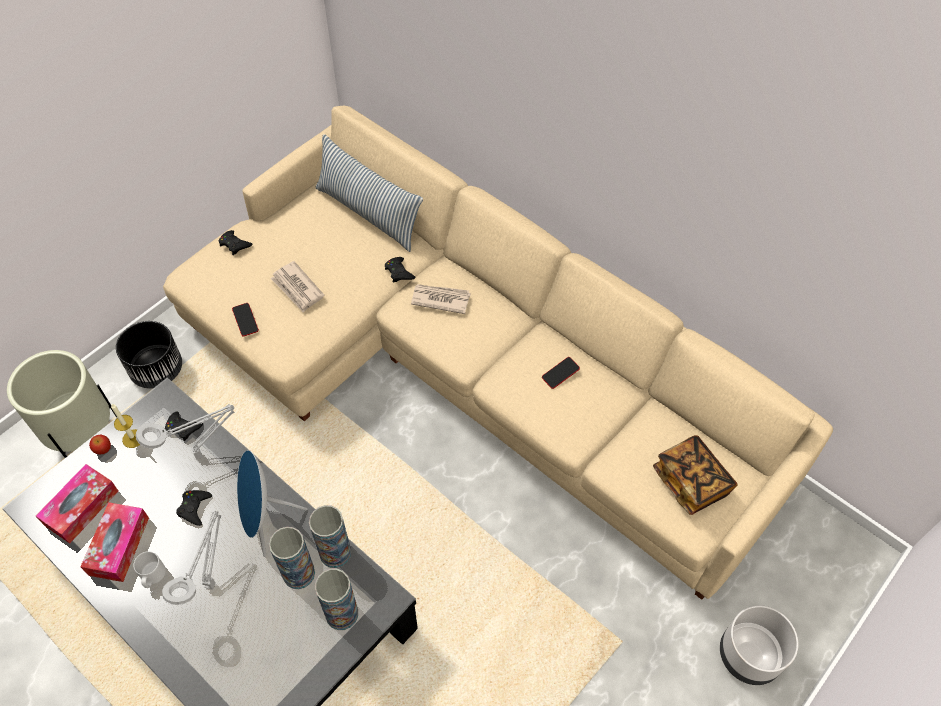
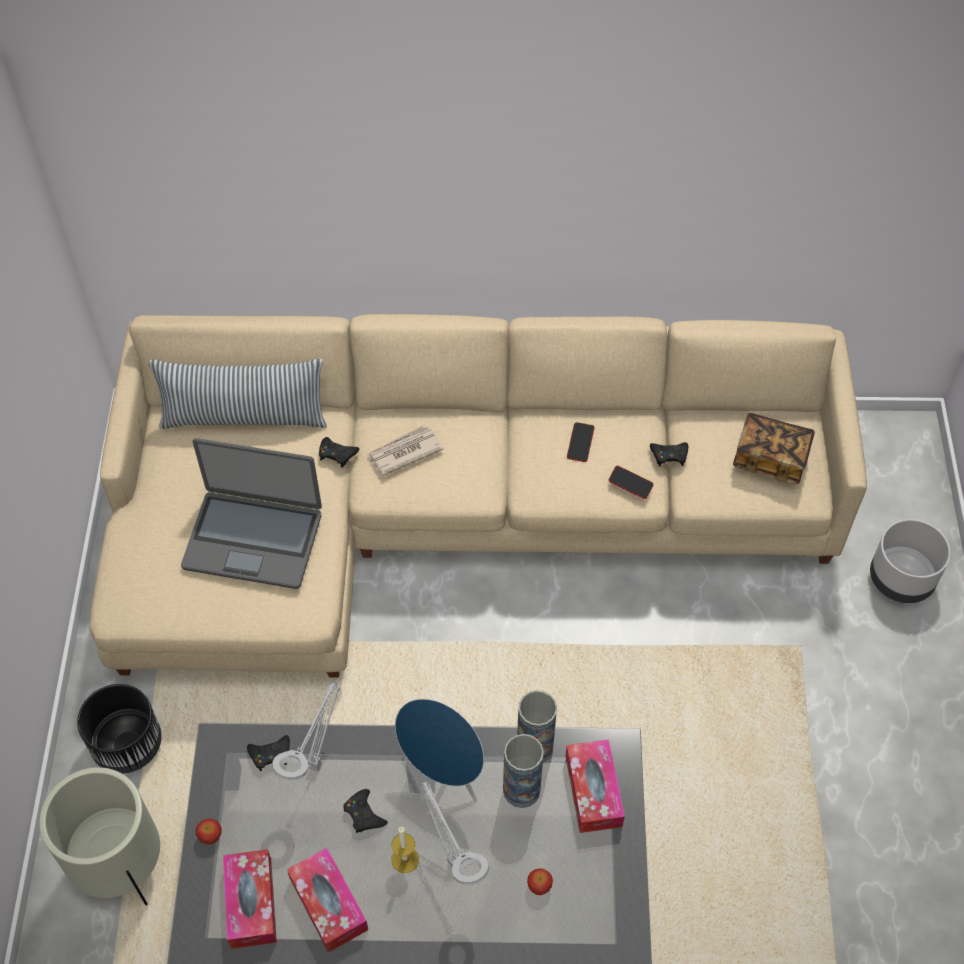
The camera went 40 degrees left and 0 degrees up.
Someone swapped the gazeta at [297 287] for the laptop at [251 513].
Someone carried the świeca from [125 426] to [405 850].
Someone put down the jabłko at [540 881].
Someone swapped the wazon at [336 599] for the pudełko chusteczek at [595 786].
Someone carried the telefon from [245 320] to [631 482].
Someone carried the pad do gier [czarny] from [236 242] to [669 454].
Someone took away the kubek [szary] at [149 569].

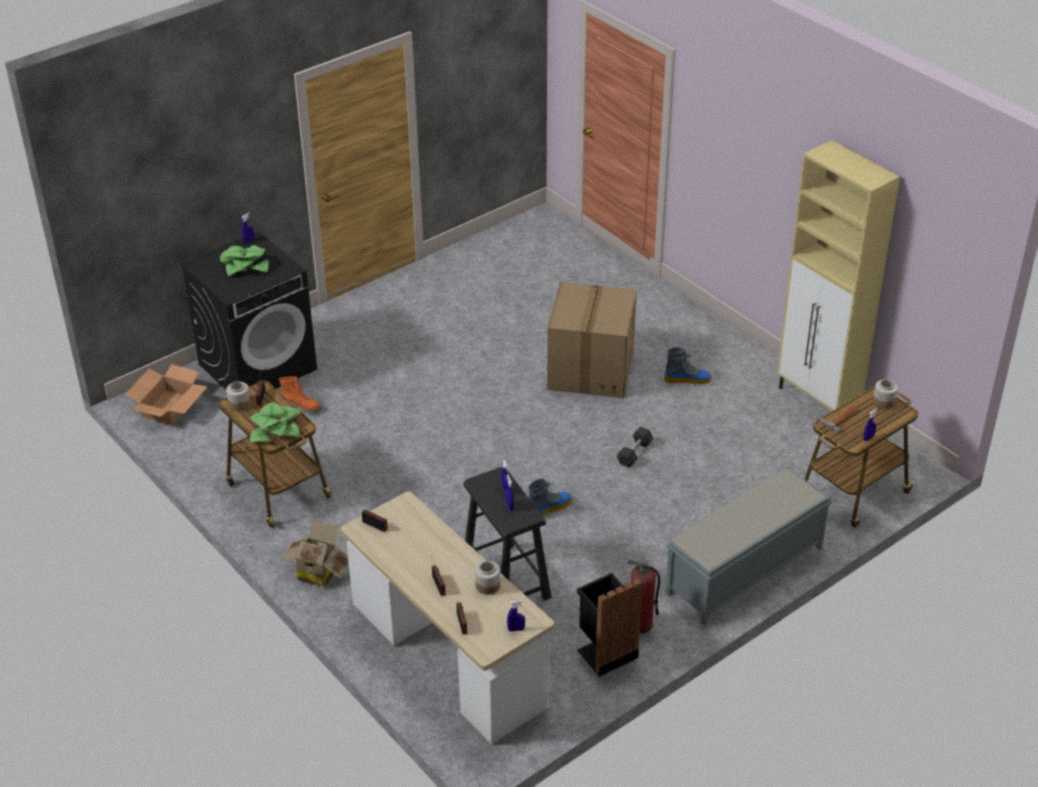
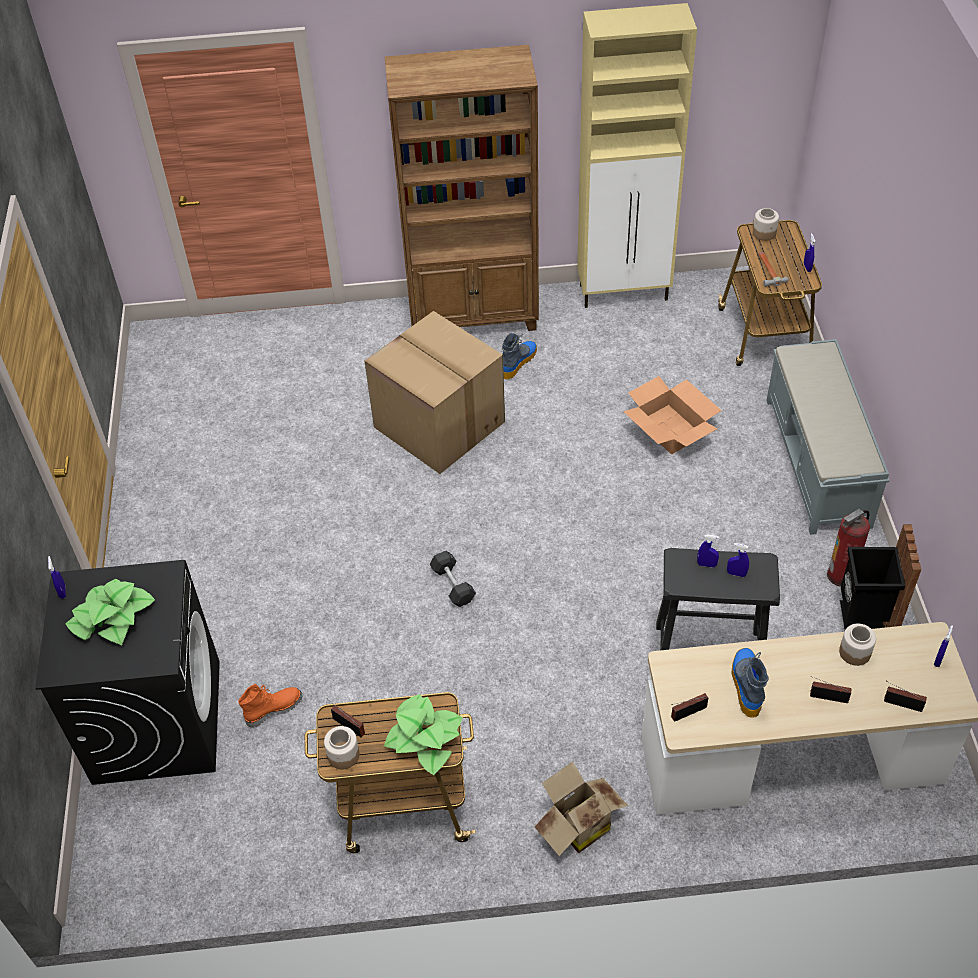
The camera went 55 degrees left and 10 degrees up.
Someone put down the regał [brązowy] at [462 188].
Someone carried the hantel [szary] from [634 447] to [453 579].
Someone carried the karton from [166 394] to [672 415].
Someone carried the but z cholewką from [550 497] to [750 683].

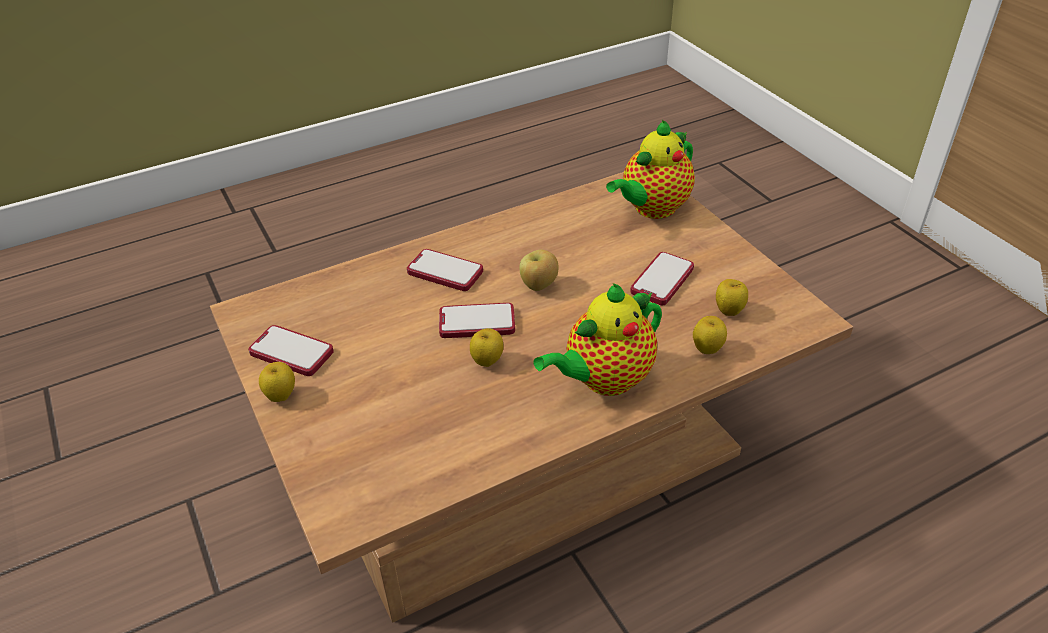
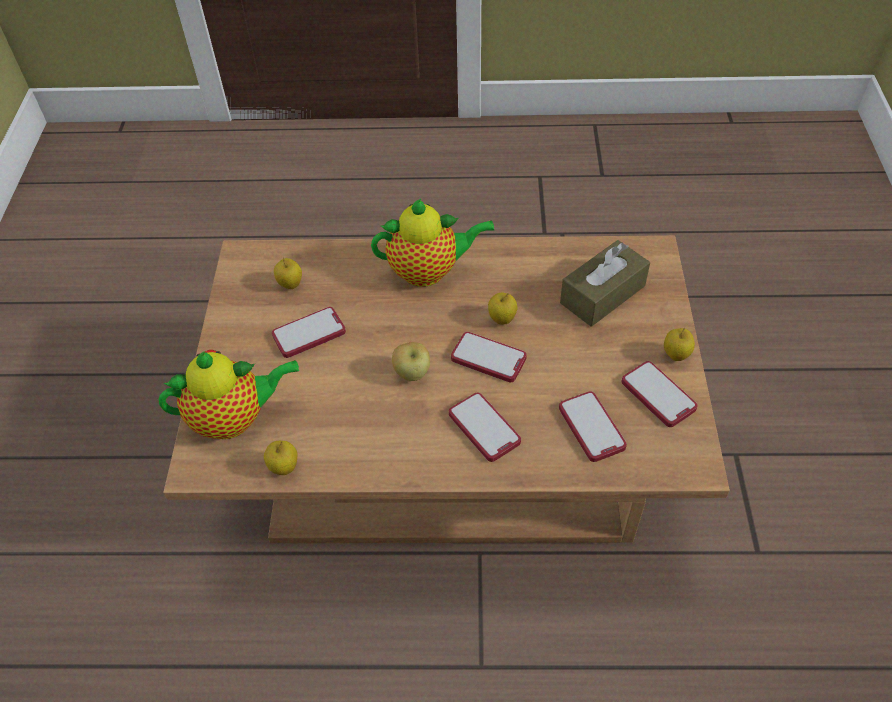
The camera went 150 degrees left and 10 degrees up.
Someone carried the jabłko from [710 335] to [280 458].
Someone put down the telefon at [593 426].
Someone put down the pudełko chusteczek [brązowy] at [605 283].

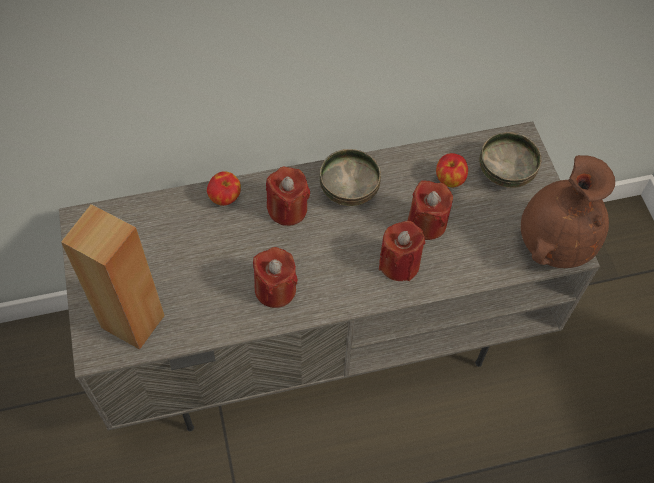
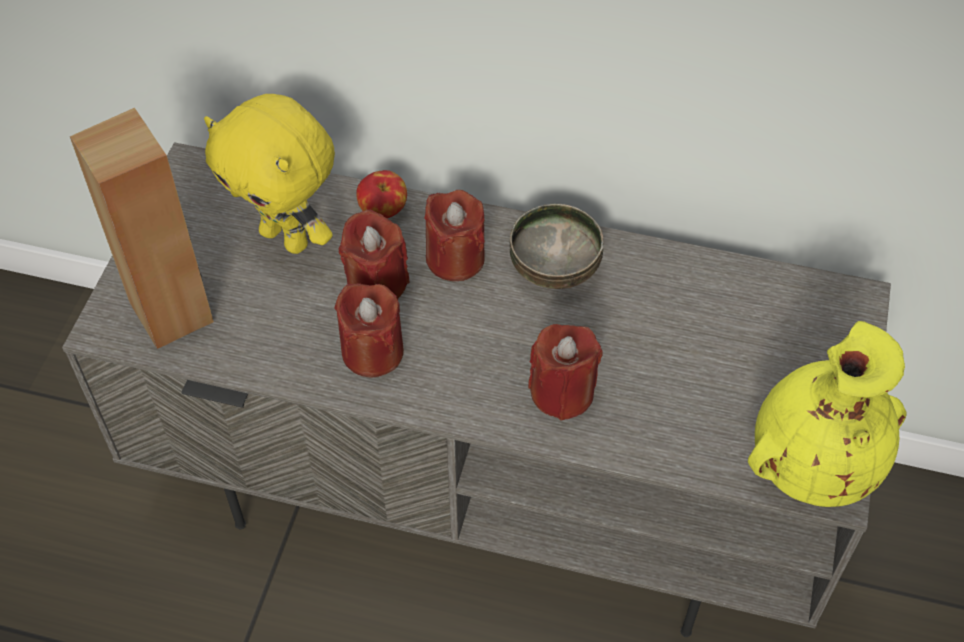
The camera went 30 degrees right and 5 degrees down.
Someone put down the pluszak [żółty] at [269 174].
Someone carried the świeca [czerwony] from [430 210] to [374 253].
Someone repainted the wazon [brązowy] at [568 211], which became the wazon [żółty] at [827 414].
Someone took away the jabłko at [452 170].
Someone took away the miska at [510 160].

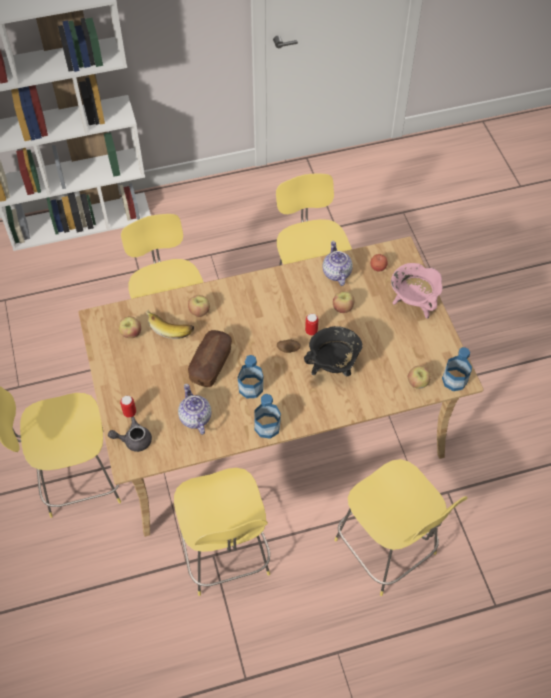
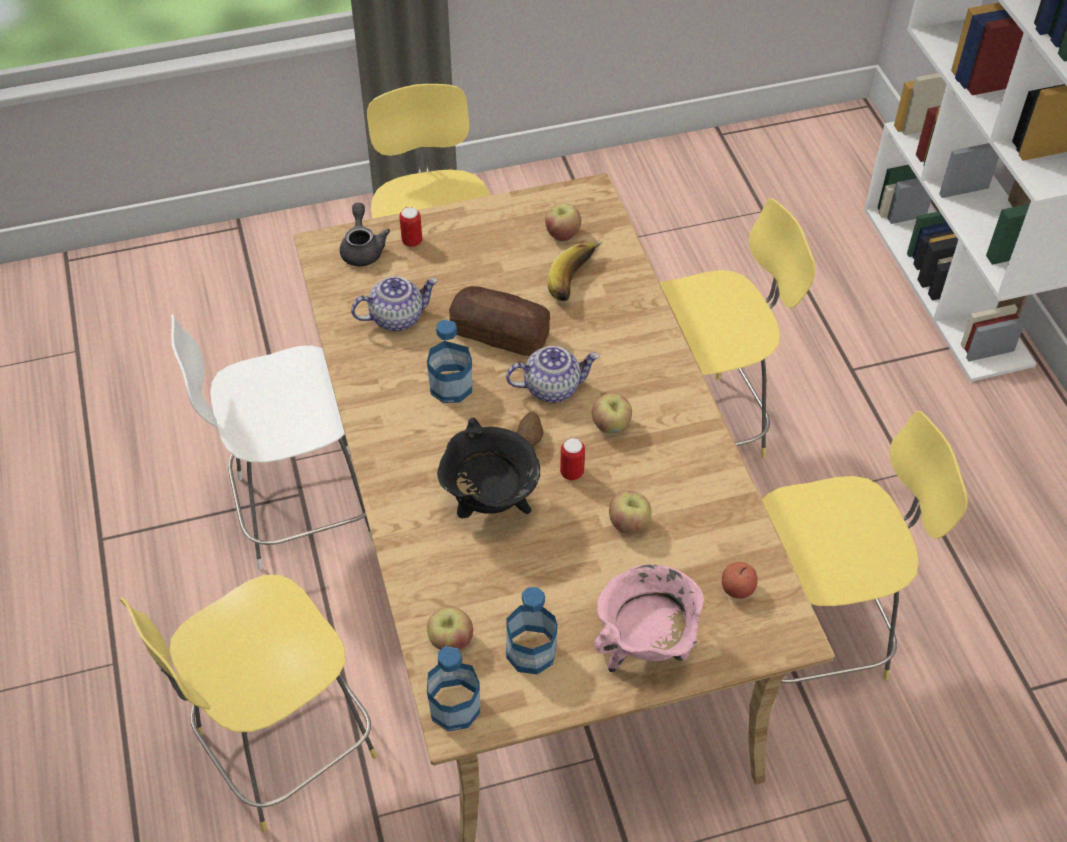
The camera went 90 degrees right and 5 degrees down.
Someone repainted the stołek [żółty] at [222 532], which became the stołek [biały] at [272 442].
Someone carried the imbryk from [338 263] to [552 374].
Someone carried the butelka from [268 416] to [532 631].
Someone carried the jabłko from [199 306] to [612 413].

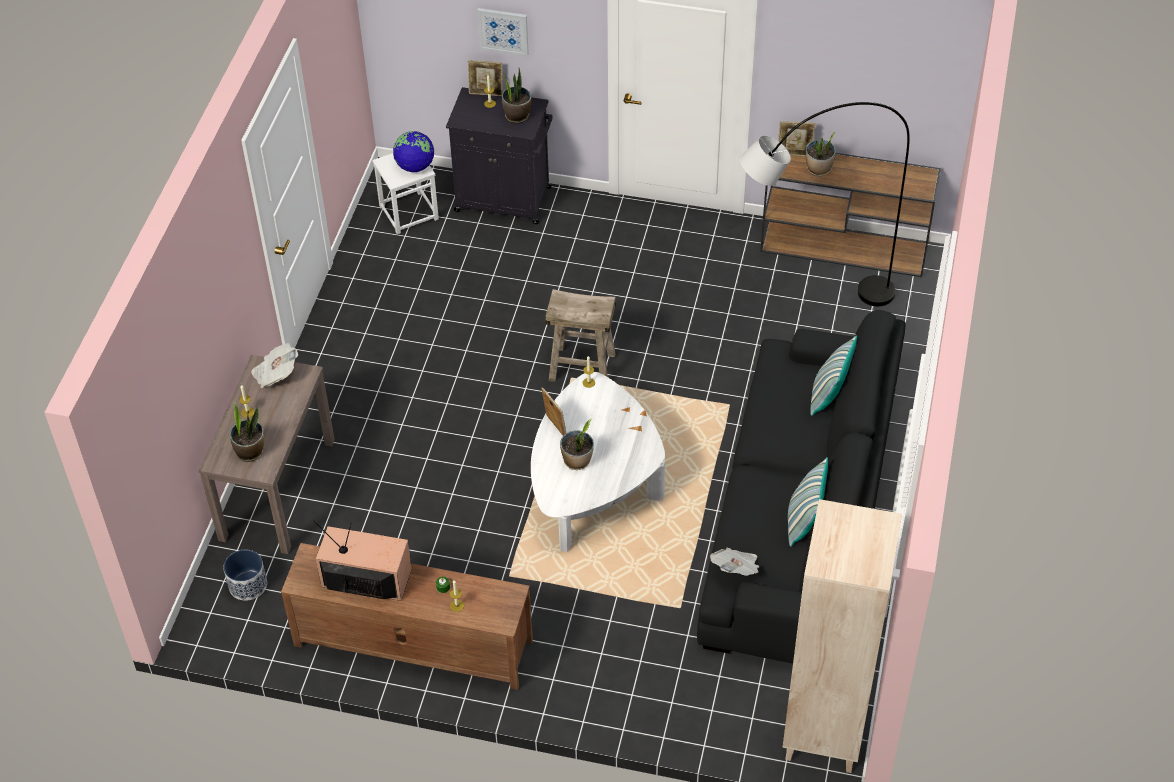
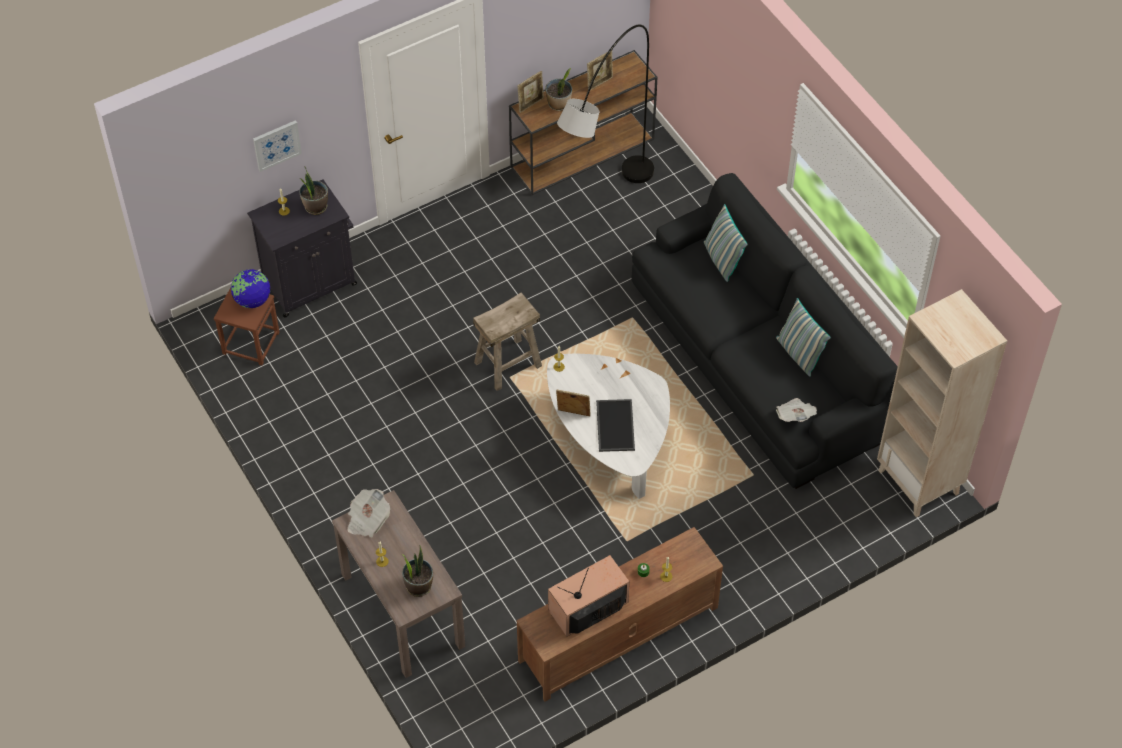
The camera went 45 degrees left and 5 degrees up.
Someone repainted the stołek [biały] at [405 193], which became the stołek [brązowy] at [247 326].
Someone carried the ramka na zdjęcie from [485 78] to [600 70].
Someone swapped the roślina doniczkowa at [577 444] for the taca at [615 425].
Someone took away the donica at [245 575].

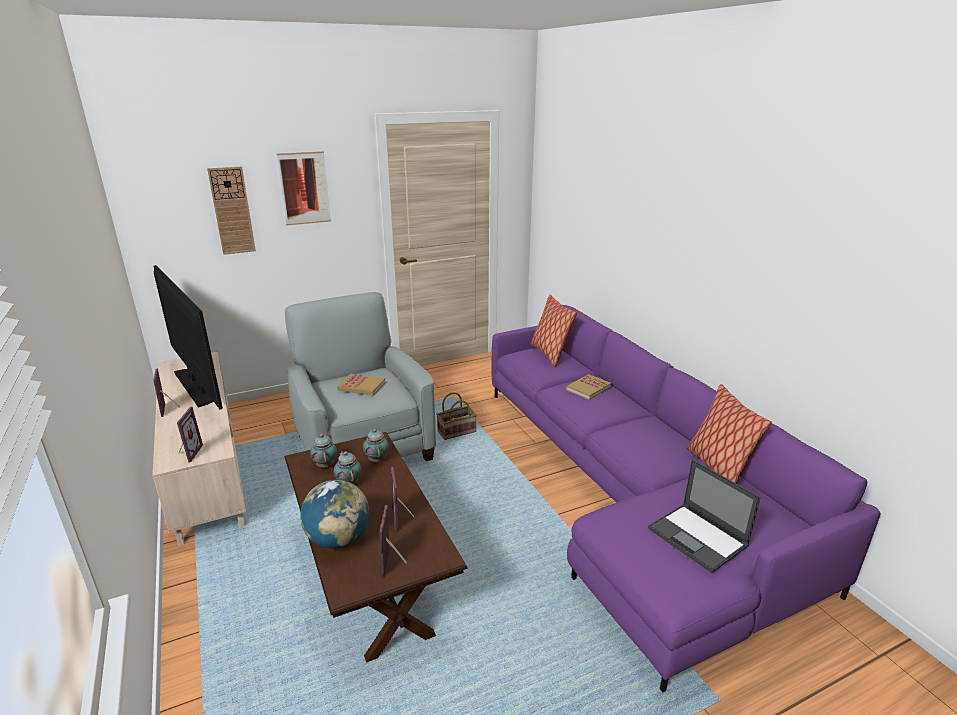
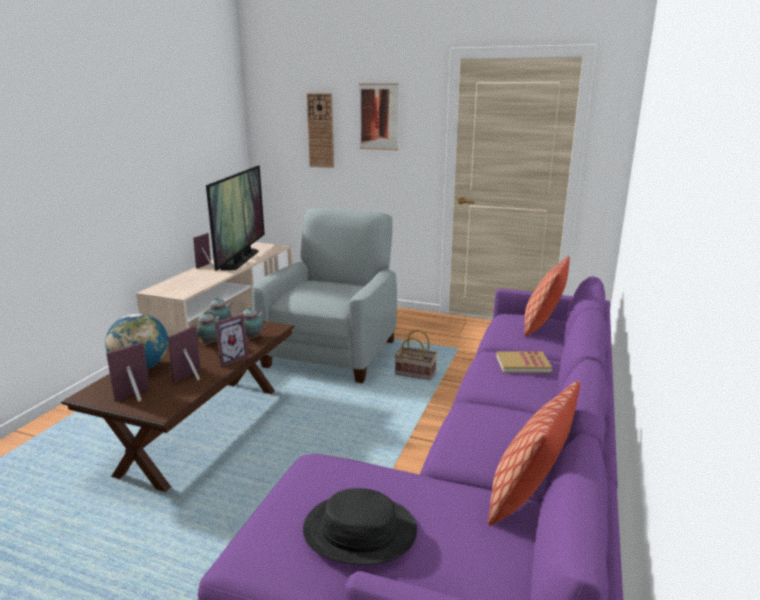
The camera went 45 degrees right and 5 degrees down.
Someone carried the ramka na zdjęcie from [190 434] to [231 340].
Someone swapped the laptop at [704 516] for the kapelusz [czarny] at [360 526].
Someone took away the książka at [361 385].

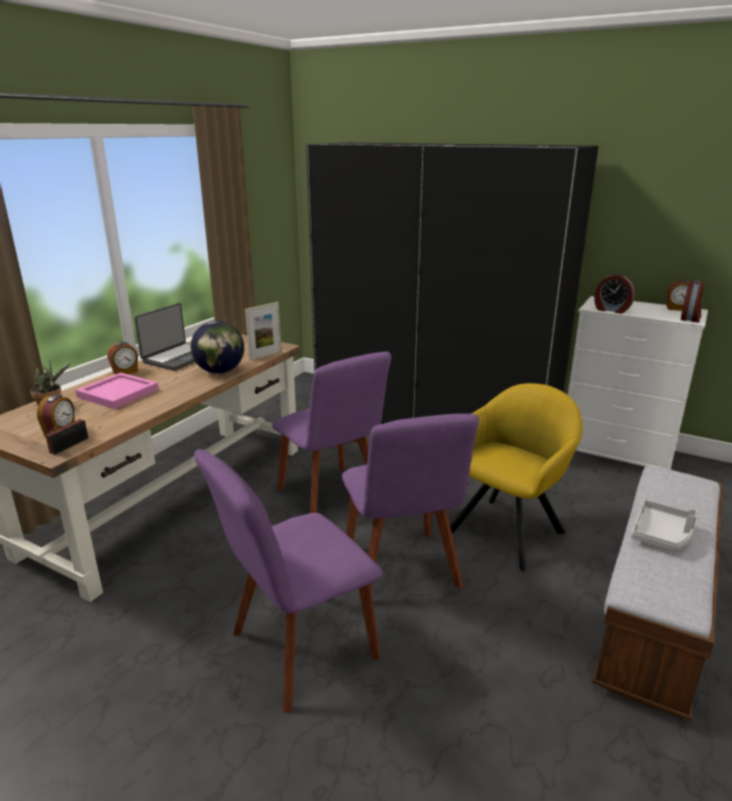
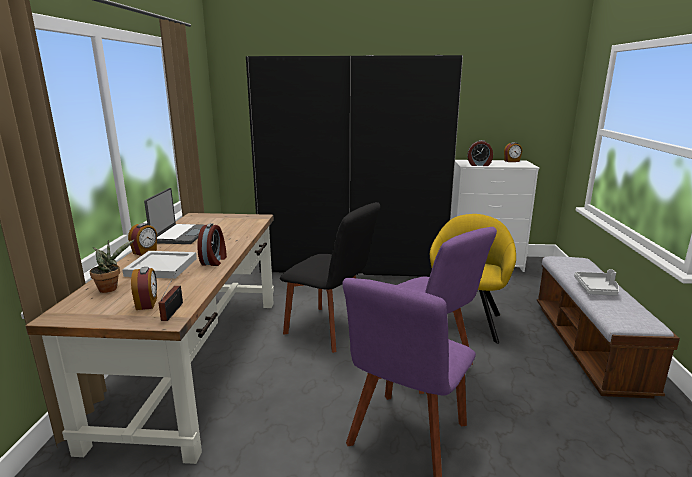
The camera went 25 degrees left and 5 degrees down.
Someone repainted the taca [różowy] at [117 391], which became the taca [biały] at [159 265].
Someone carried the budzik from [692 301] to [212 244].
Someone repainted the krzesło [fioletowy] at [331 432], which became the krzesło [czarny] at [330 277].
Someone took away the globus at [217 347].
Someone took away the ramka na zdjęcie at [263 331].

